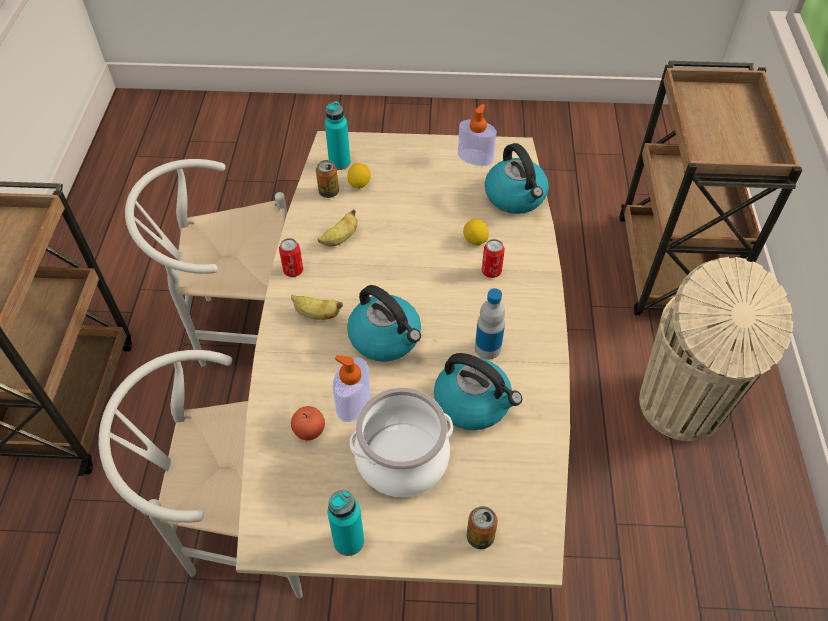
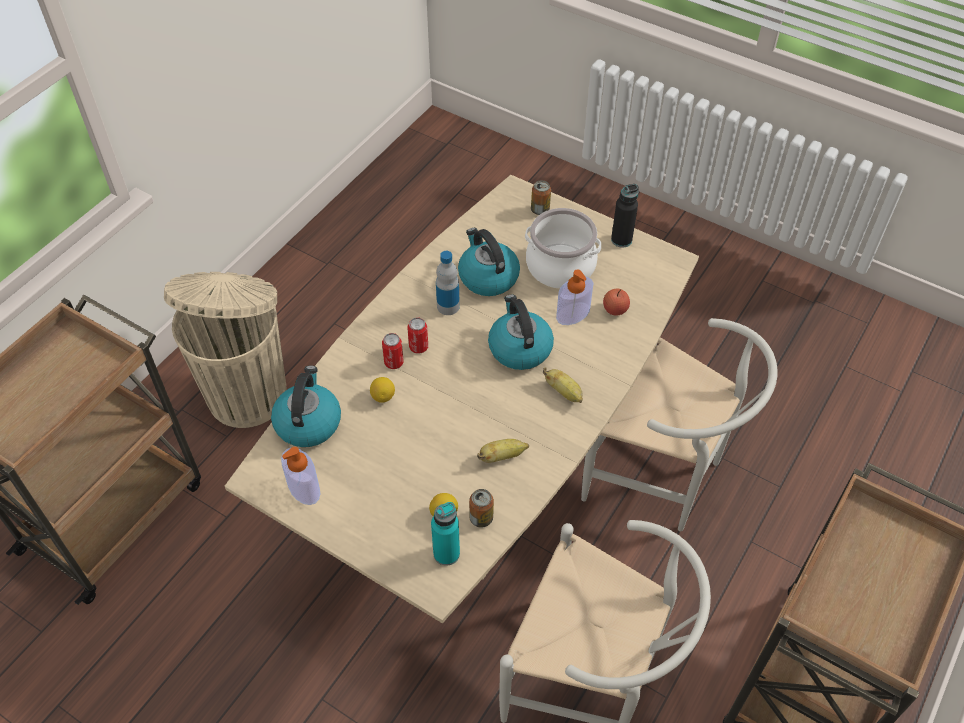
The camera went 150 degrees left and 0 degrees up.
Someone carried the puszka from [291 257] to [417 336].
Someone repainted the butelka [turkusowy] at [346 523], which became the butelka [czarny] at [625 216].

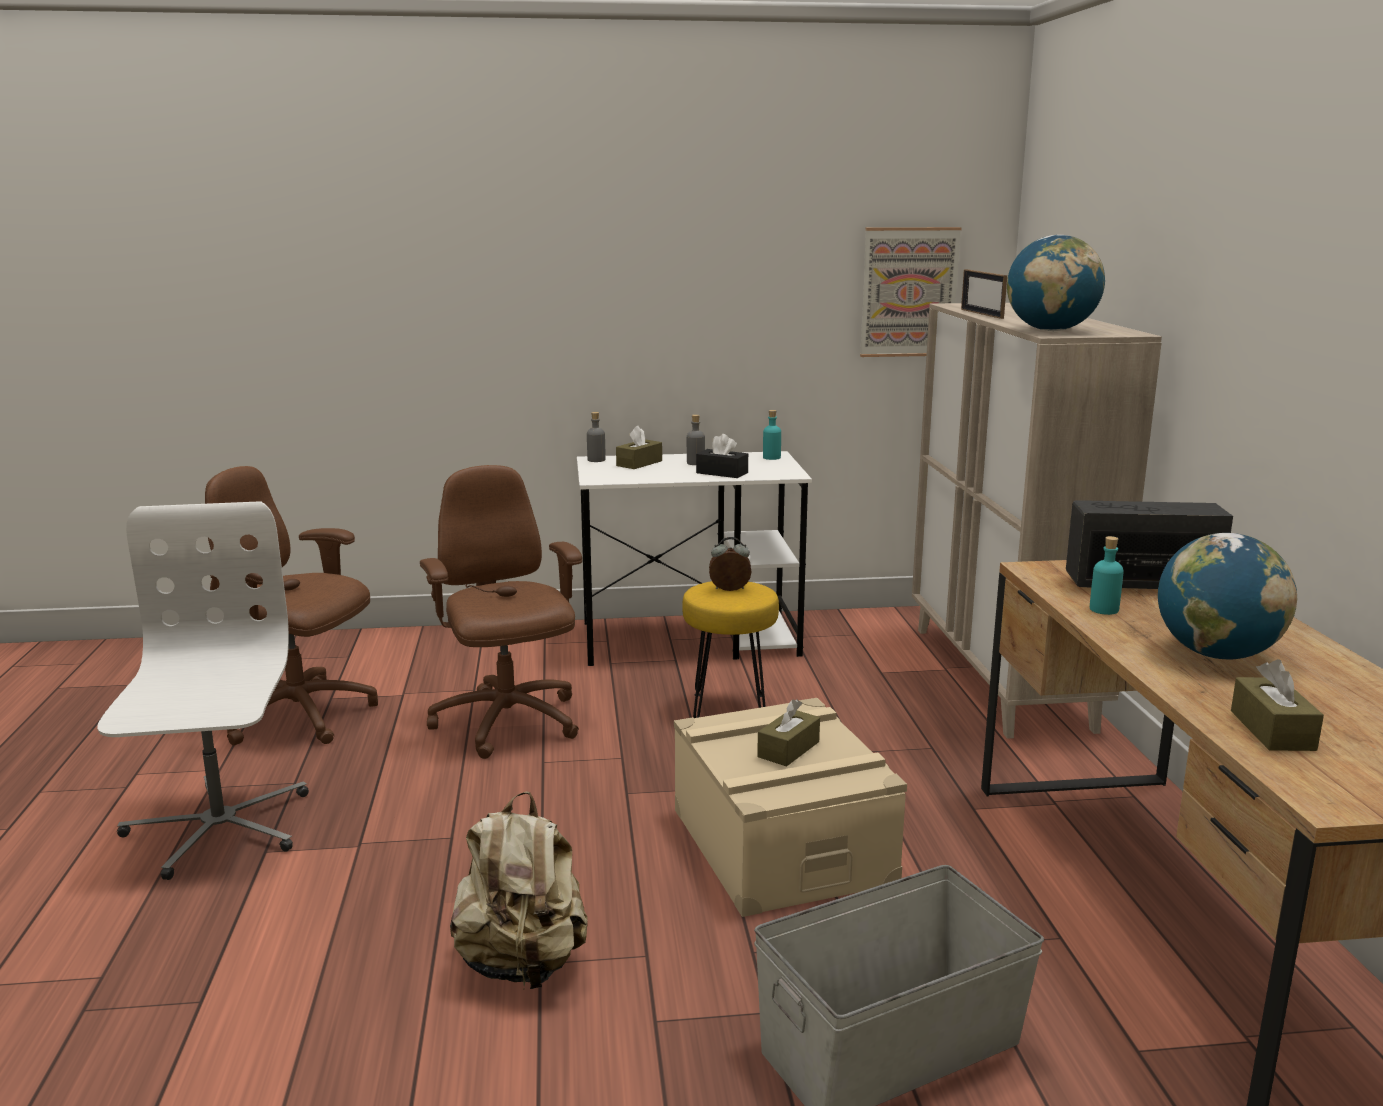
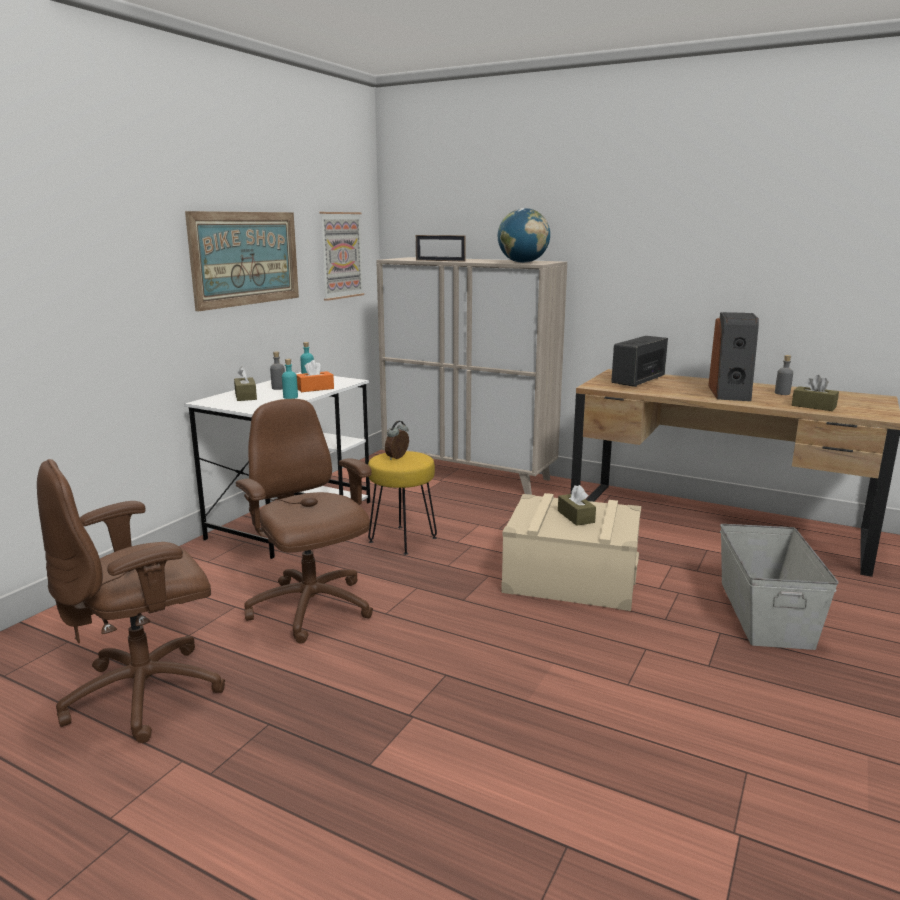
The camera went 55 degrees left and 0 degrees up.
Someone put up the obraz at [242 261].
Someone rotated the krzesło biurowe [brązowy] at [501 612] by 45 degrees clockwise.
Someone carried the butelka [turkusowy] from [1107 575] to [290 379].
Someone repainted the pudełko chusteczek [czarny] at [722 456], which became the pudełko chusteczek [pomarańczowy] at [315 376].
Someone swapped the globus at [1227 596] for the głośnik at [733 356].
Someone carried the butelka [szary] from [596 437] to [784 375].
Someone took away the krzesło biurowe [biały] at [203 690].
Someone took away the plecak [beżowy] at [519 890].

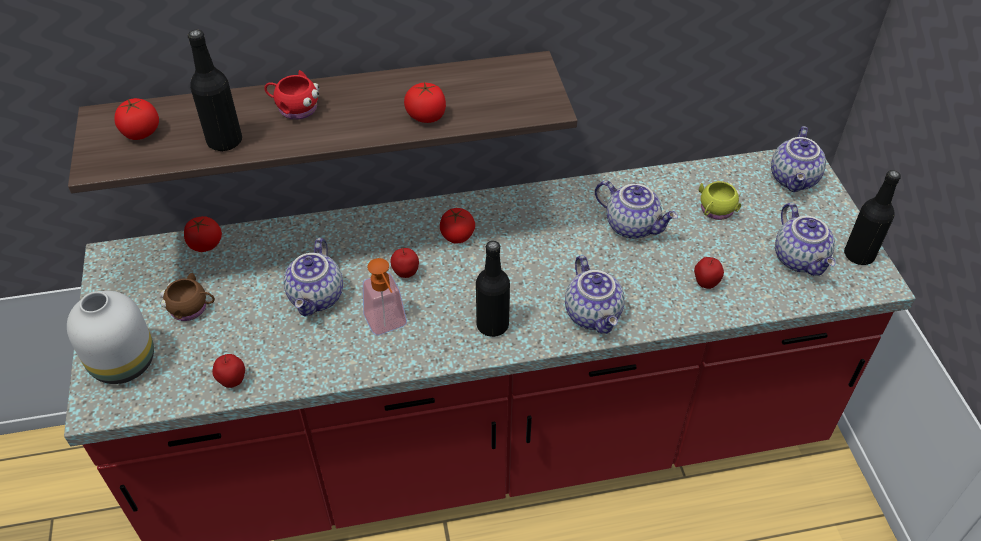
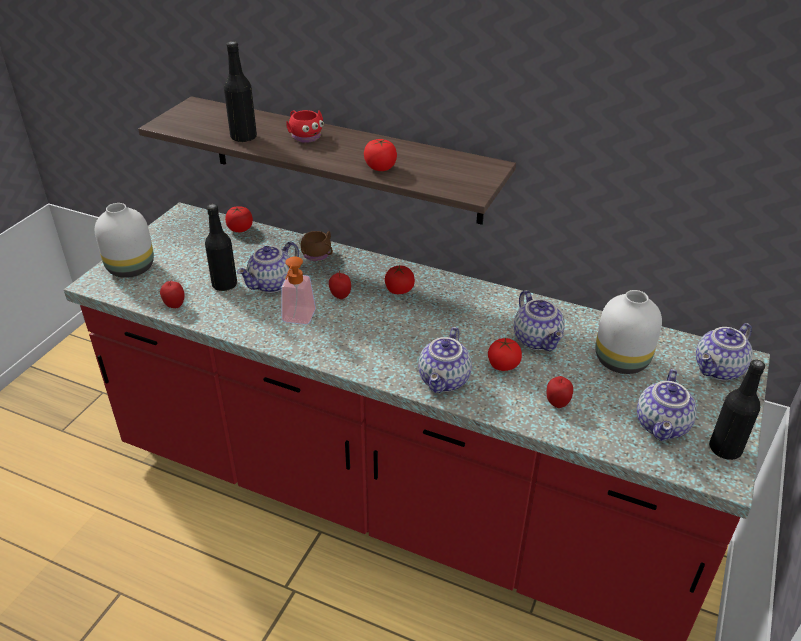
The camera went 35 degrees right and 10 degrees down.
Someone carried the butelka [czarny] from [493 289] to [221 247].
Someone carried the kubek [brązowy] from [187 297] to [315 246].
Someone carried the pomidor from [136 119] to [505 354].
Someone swapped the kubek [żółty] at [720 200] for the wazon [biały] at [628 332].

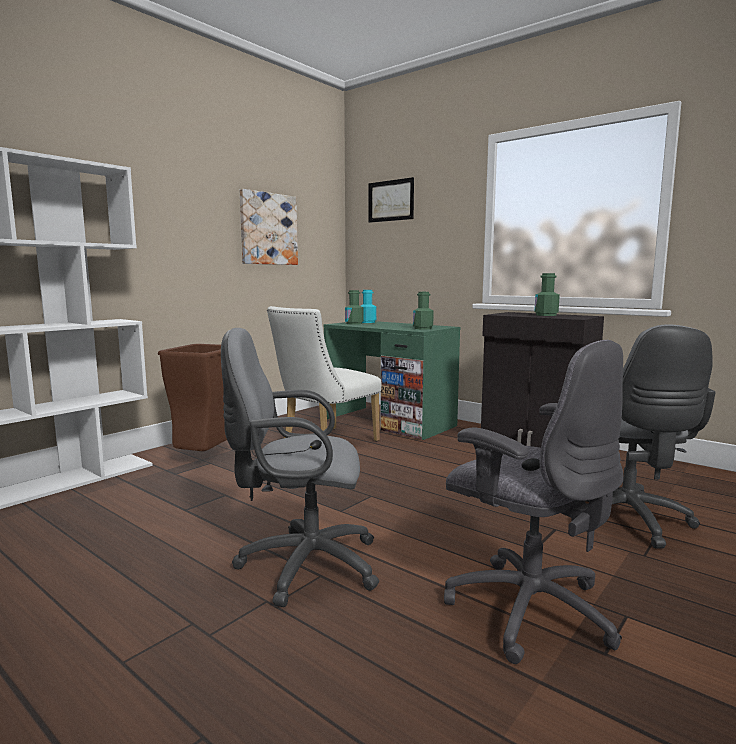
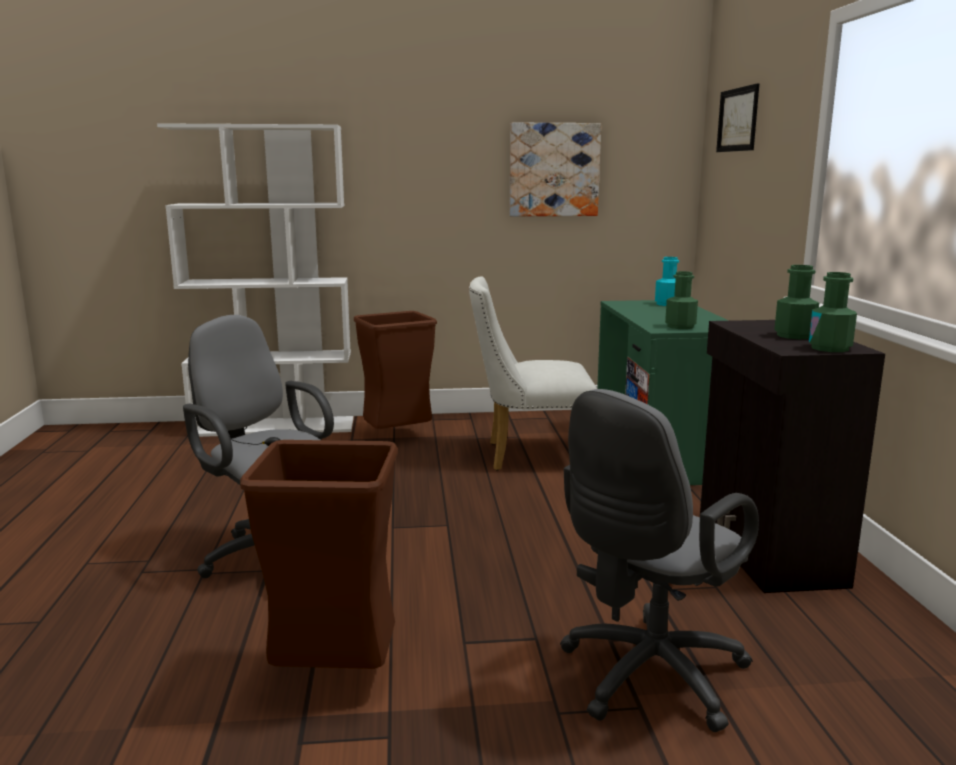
The camera went 45 degrees right and 5 degrees up.
Someone swapped the krzesło biurowe [szary] at [533 502] for the kosz na śmieci [brązowy] at [319 554].
Someone carried the butelka [zielony] from [354 307] to [833 312].

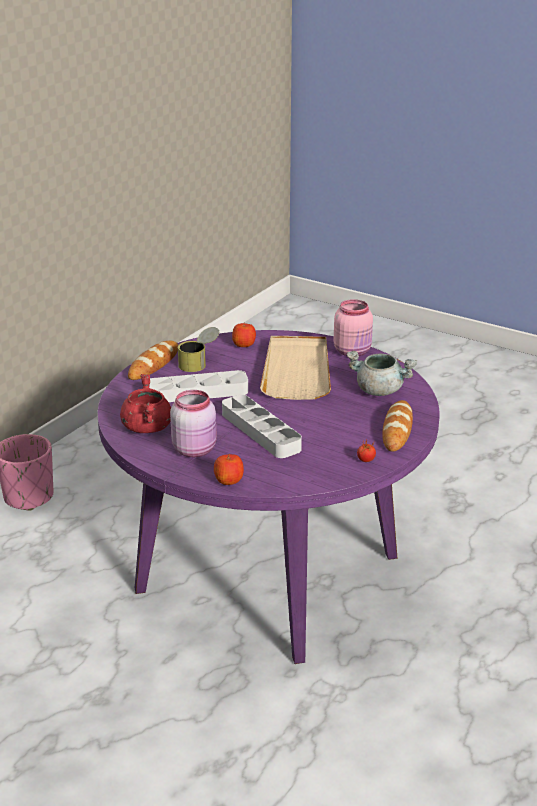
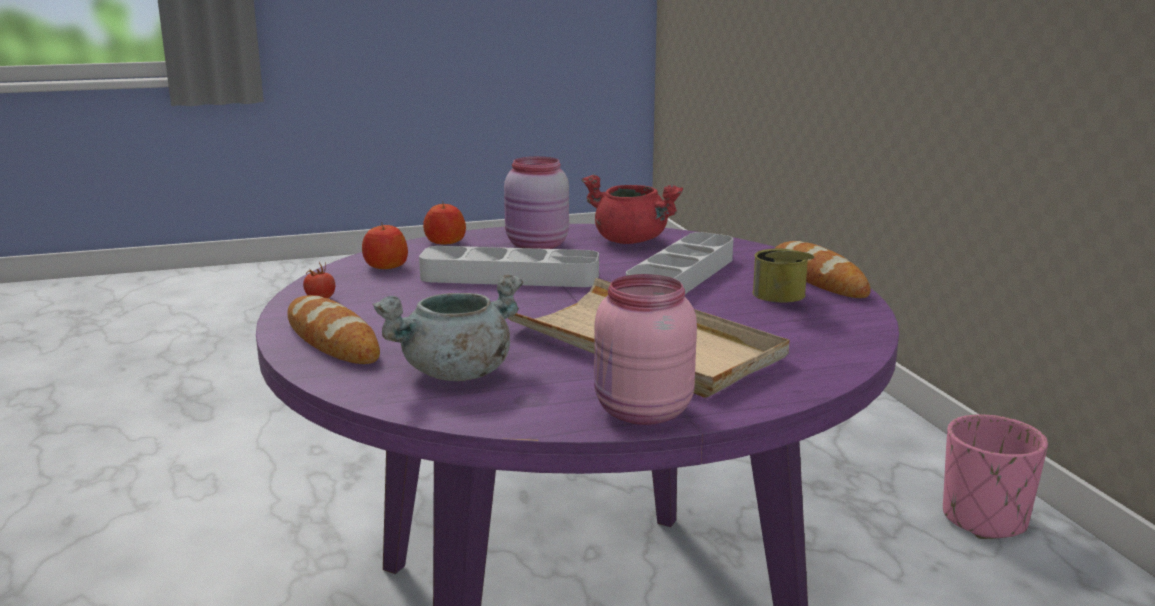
The camera went 130 degrees right and 10 degrees down.
Someone carried the jabłko from [244 334] to [385 246].

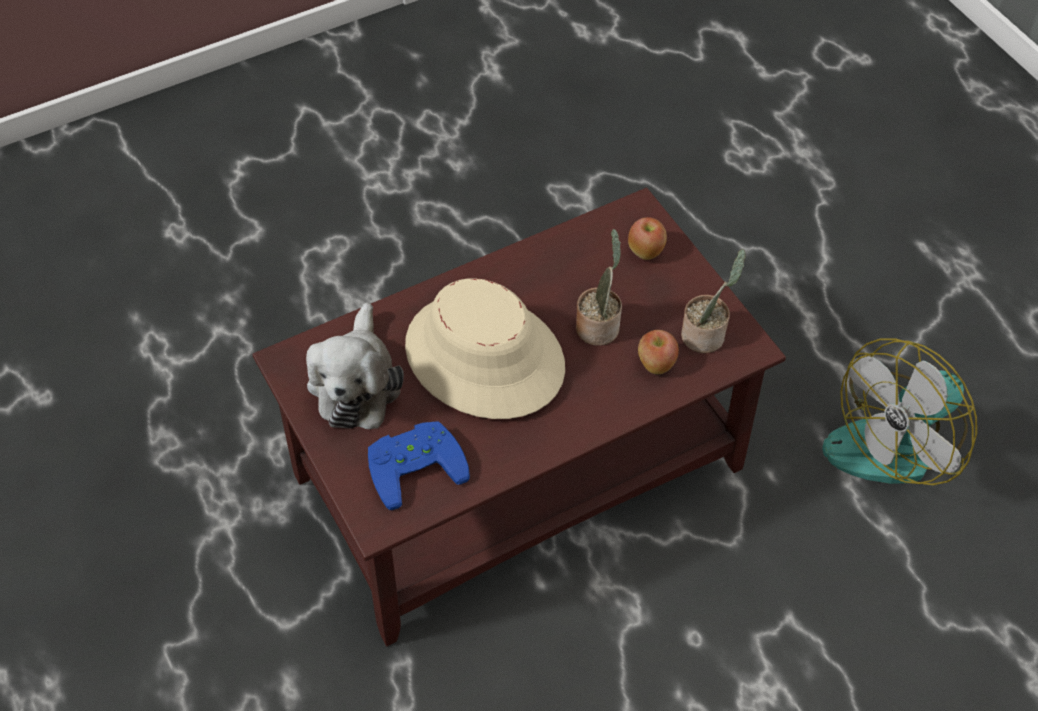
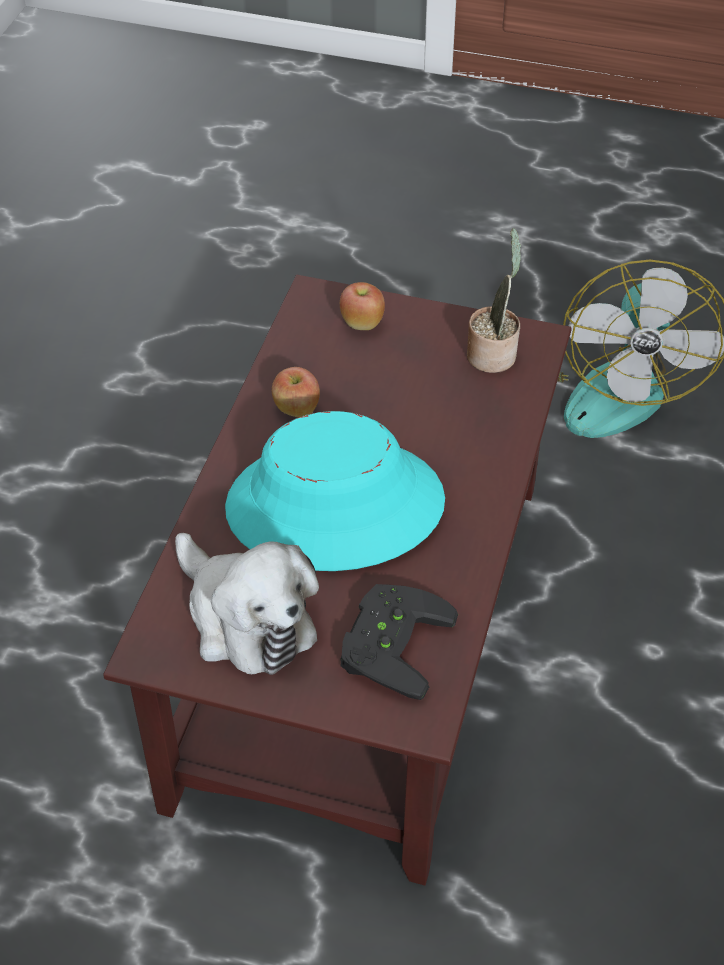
The camera went 45 degrees left and 5 degrees down.
Someone repainted the kapelusz [beżowy] at [485 348], which became the kapelusz [turkusowy] at [335 491].
Someone carried the jabłko from [658 352] to [296 392].
Someone repainted the pad do gier [niebieski] at [419 465], which became the pad do gier [czarny] at [399 642].
Someone took away the roślina doniczkowa at [599 287].

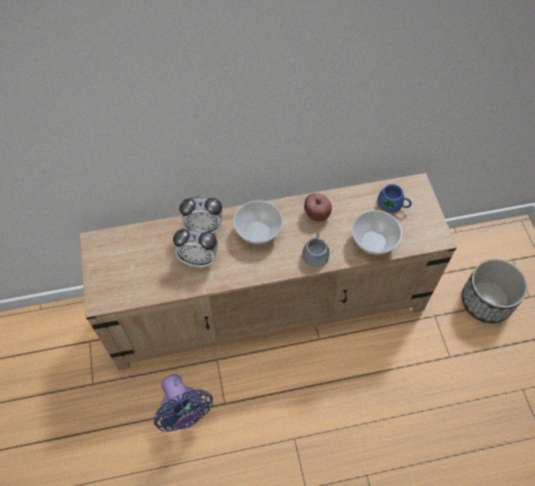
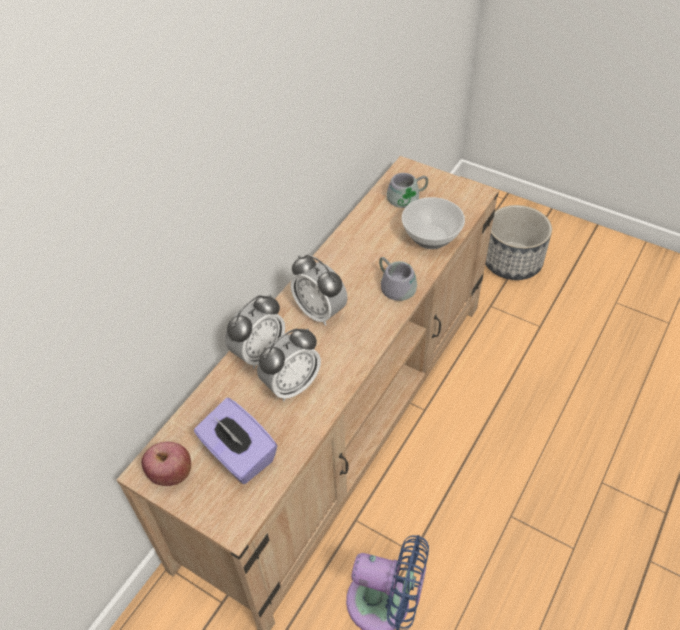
The camera went 45 degrees left and 10 degrees down.
Someone carried the jabłko from [318 207] to [166 464].
Someone put down the pudełko chusteczek [fioletowy] at [236 441].
Someone swapped the miska at [258 222] for the budzik at [318 290].
Someone repainted the kubek [niebieski] at [394 198], which became the kubek [szary] at [407 190].

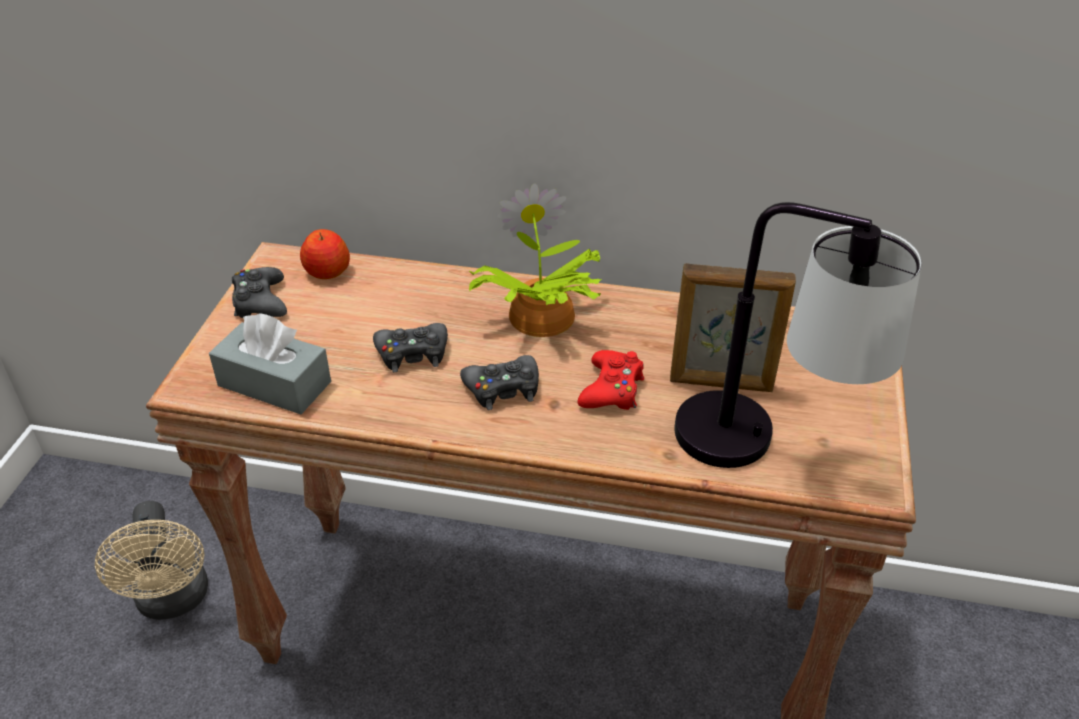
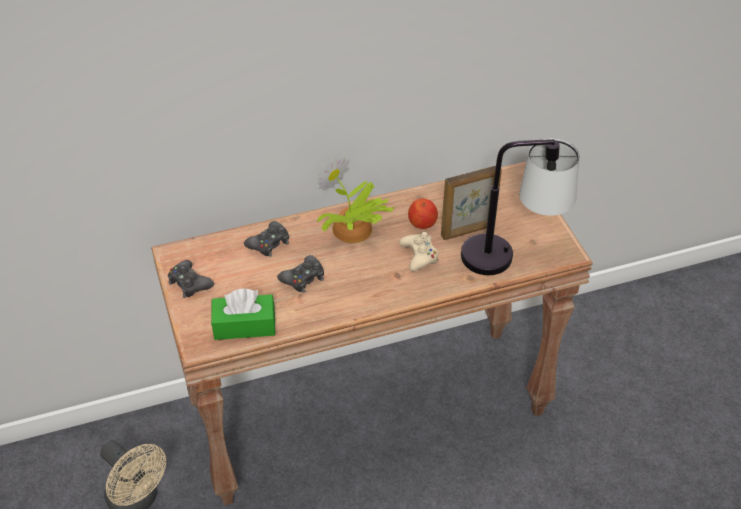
The camera went 30 degrees left and 5 degrees up.
Someone repainted the pudełko chusteczek [szary] at [270 363], which became the pudełko chusteczek [zielony] at [243 314].
Someone carried the pad do gier [czarny] from [499 382] to [266 239].
Someone repainted the pad do gier [czerwony] at [611 380], which became the pad do gier [beżowy] at [419 251].
Someone carried the jabłko from [325 254] to [423 213].

